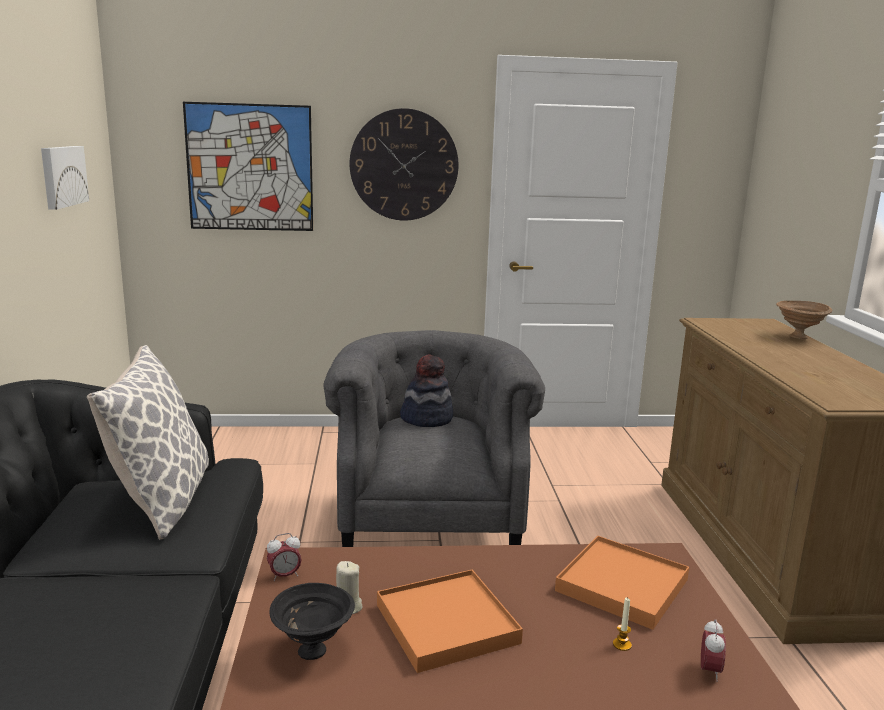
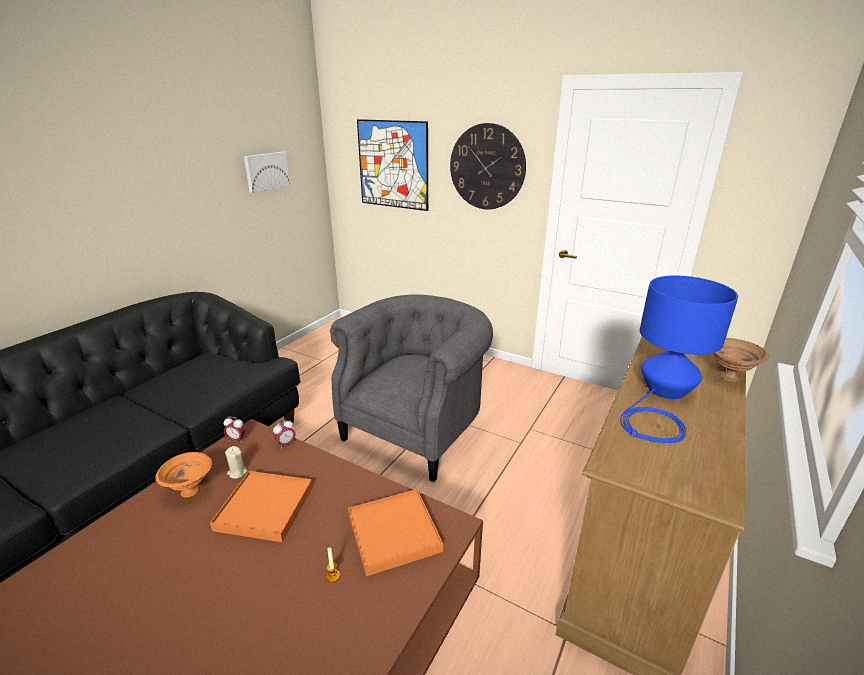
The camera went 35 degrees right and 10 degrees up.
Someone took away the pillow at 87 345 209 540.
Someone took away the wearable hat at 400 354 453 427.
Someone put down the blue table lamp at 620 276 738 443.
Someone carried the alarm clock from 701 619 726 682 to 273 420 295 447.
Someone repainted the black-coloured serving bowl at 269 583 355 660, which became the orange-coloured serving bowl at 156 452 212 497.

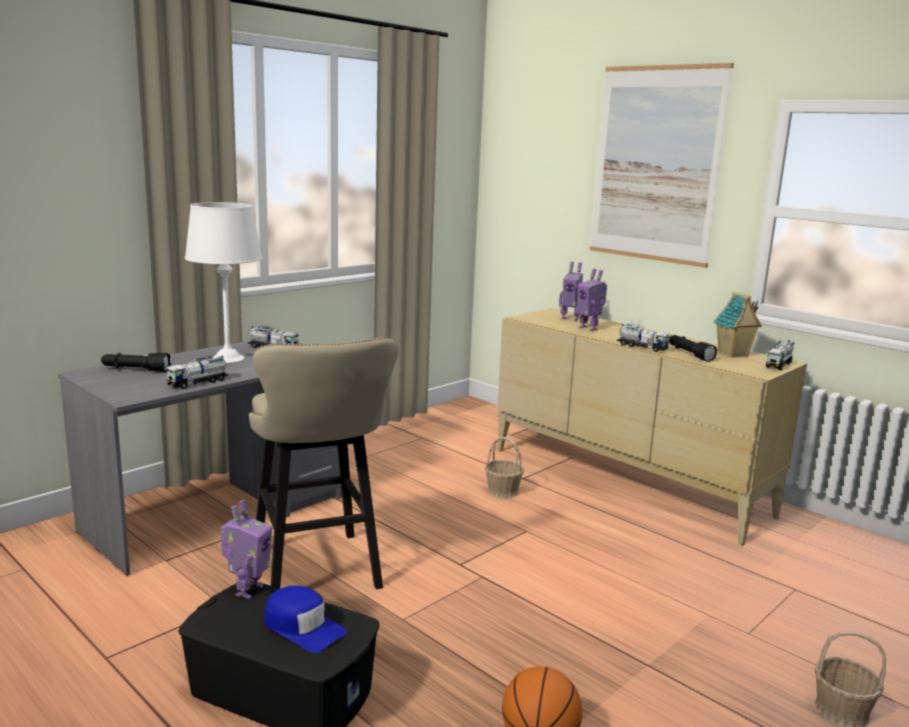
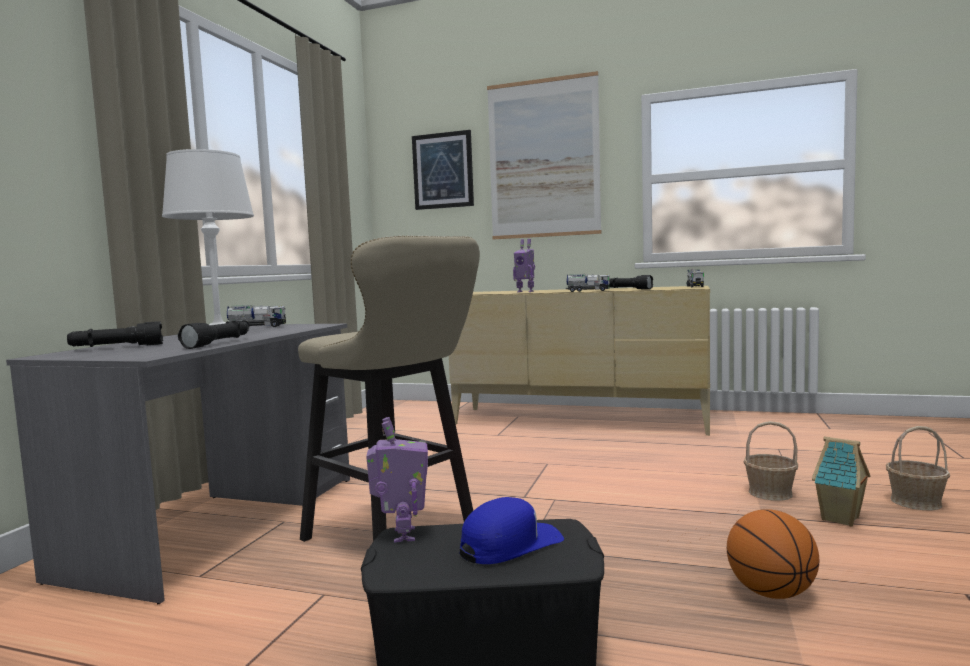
The camera went 25 degrees left and 10 degrees down.
Someone took away the toy robot at 559 262 583 321.
Someone put up the wall art at 412 130 474 210.
Someone carried the household basket from 485 437 524 498 to 744 421 798 501.
Someone carried the toy house from 714 291 762 358 to 812 436 870 527.
Someone swapped the toy lorry at 166 355 229 389 for the black-coloured hand torch at 178 321 249 349.
Someone rotated the blue peaked cap at 264 586 347 653 by 45 degrees counterclockwise.

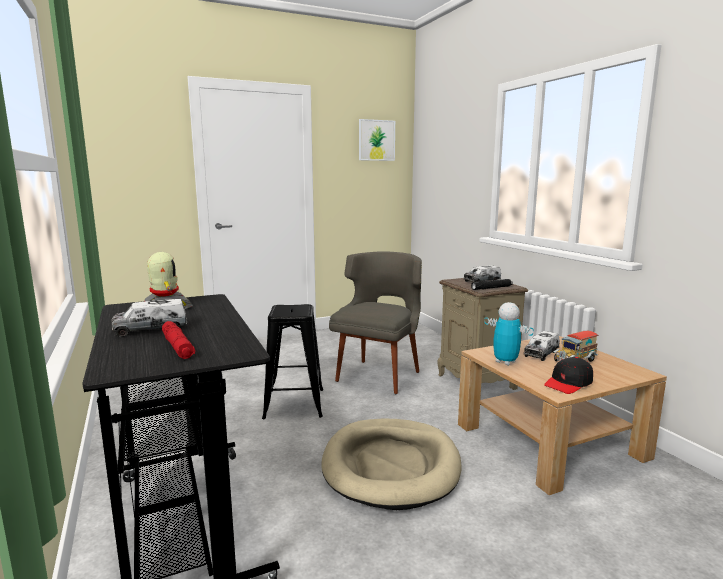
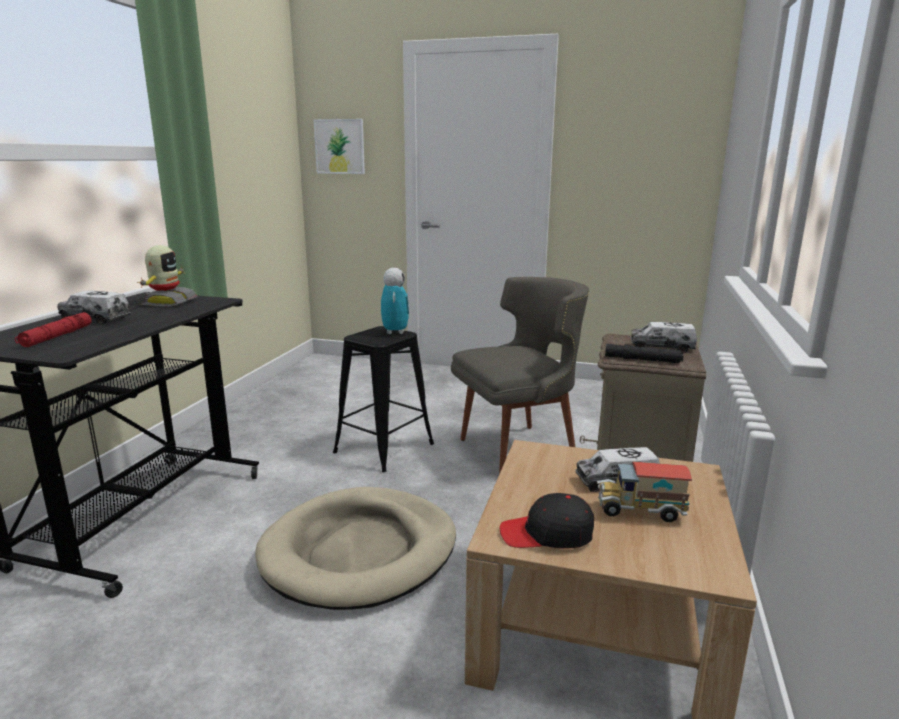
The camera went 40 degrees right and 5 degrees up.
Someone carried the wall art from 359 119 395 161 to 314 119 365 174.
Someone carried the toy robot from 484 302 534 365 to 381 268 409 334.

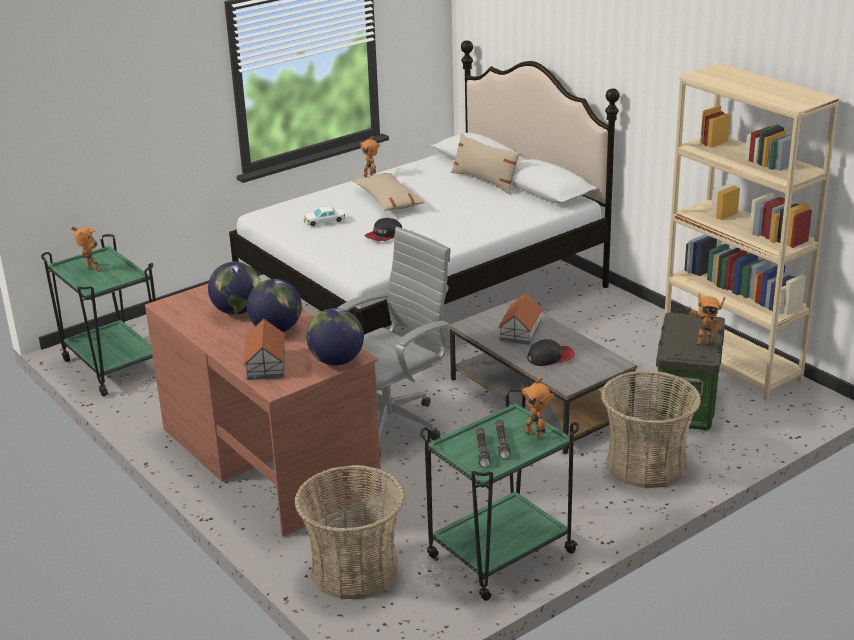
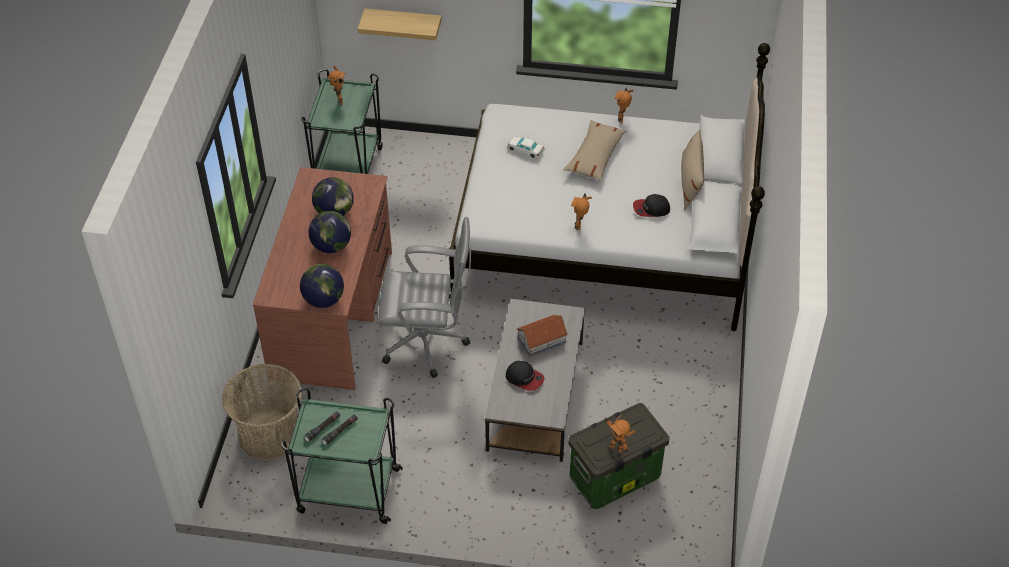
The camera went 45 degrees right and 20 degrees up.
Someone took away the toy house at 243 319 286 380.
Someone took away the household basket at 601 371 701 488.
Someone took away the sand-coloured bookcase at 664 63 840 400.
Someone put up the bracket shelf at 358 9 442 40.
Someone carried the peaked cap from 365 218 402 241 to 633 194 670 217.
Someone carried the toy robot from 521 377 554 438 to 571 193 592 230.

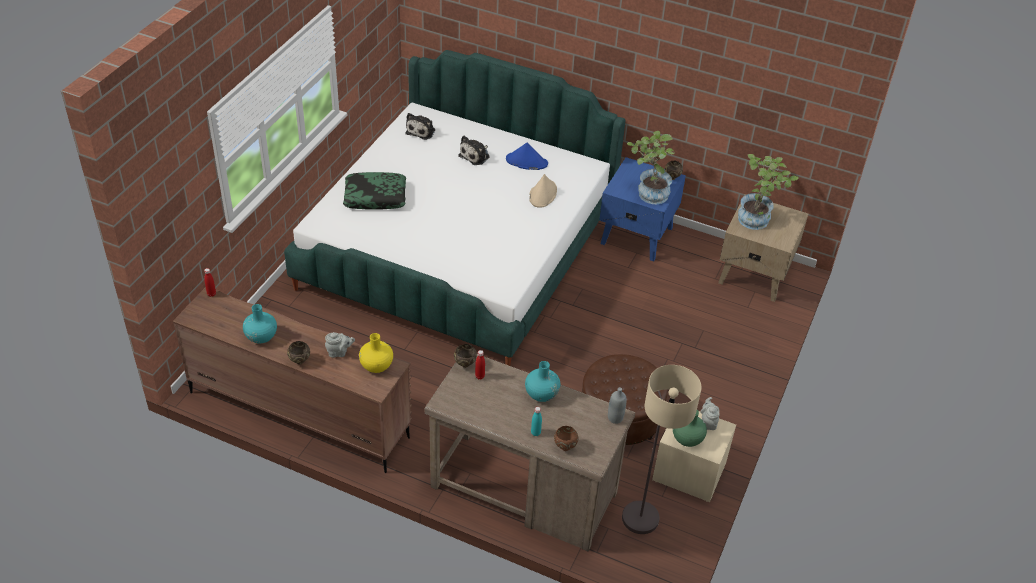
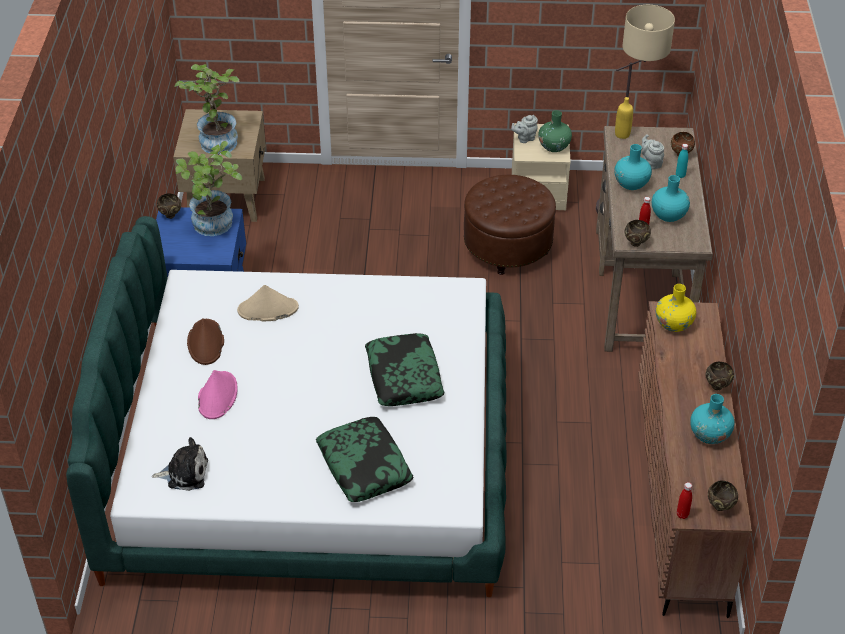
The camera went 110 degrees left and 0 degrees up.
Someone put down the pillow at 365 333 444 406.
Someone put down the blue-green vase at 652 175 690 222.
Someone put down the brownish serving bowl at 708 481 738 511.
Someone carried the greyish teapot from 325 332 355 358 to 641 134 664 170.
Someone swapped the plush toy at 458 136 490 165 for the pink wearable hat at 198 370 238 419.
Someone repainted the blue wearable hat at 506 143 548 170, which became the brownish wearable hat at 187 318 224 365.
Someone repainted the greyish beverage bottle at 608 387 627 424, which became the yellow-coloured beverage bottle at 615 97 633 139.

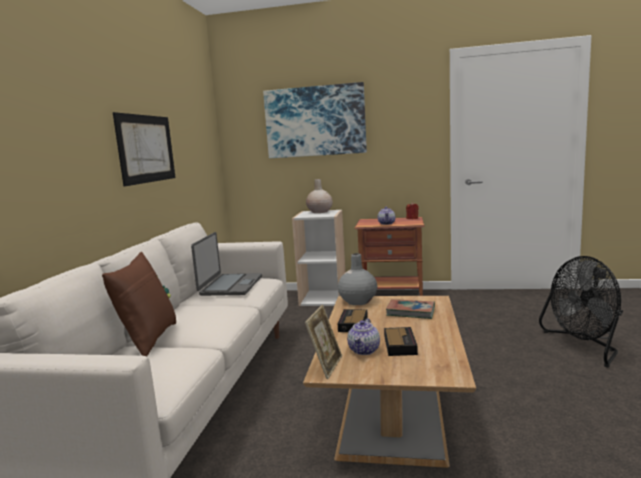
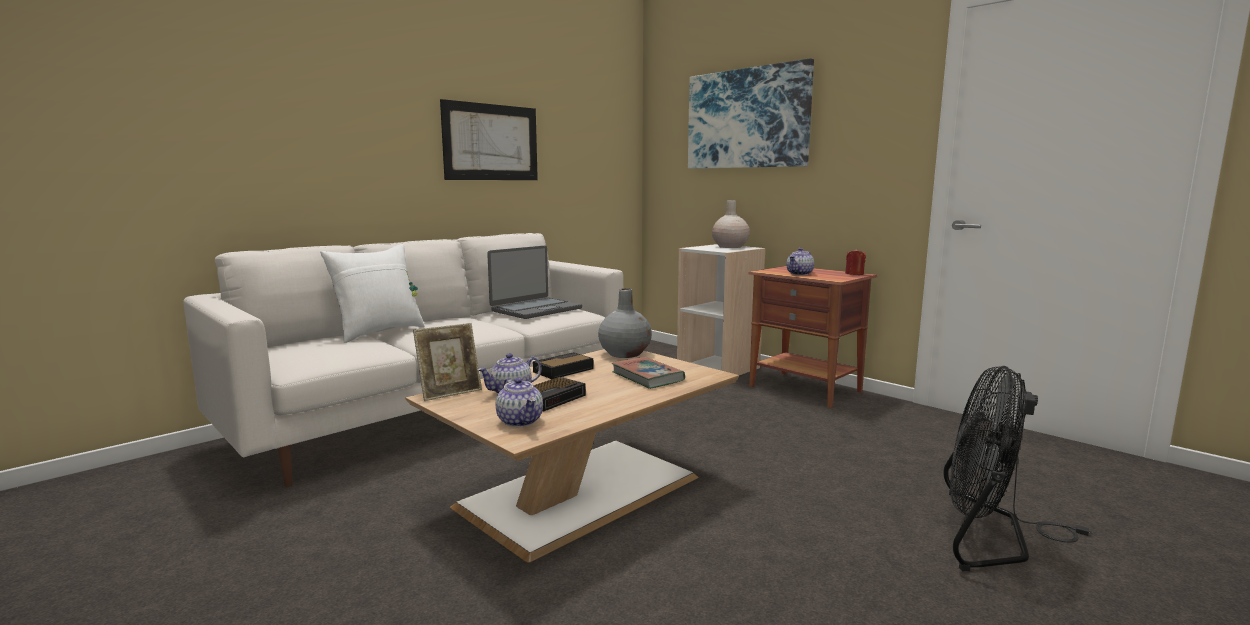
The camera went 35 degrees right and 0 degrees up.
Someone put down the teapot at 496 377 543 427.
Someone repainted the brownish pillow at 102 252 176 357, which became the white-coloured pillow at 320 244 425 343.

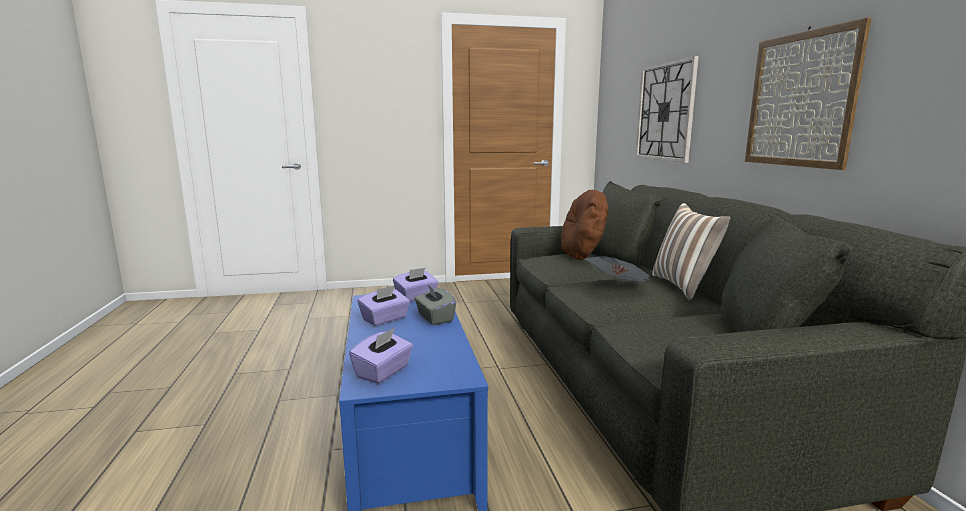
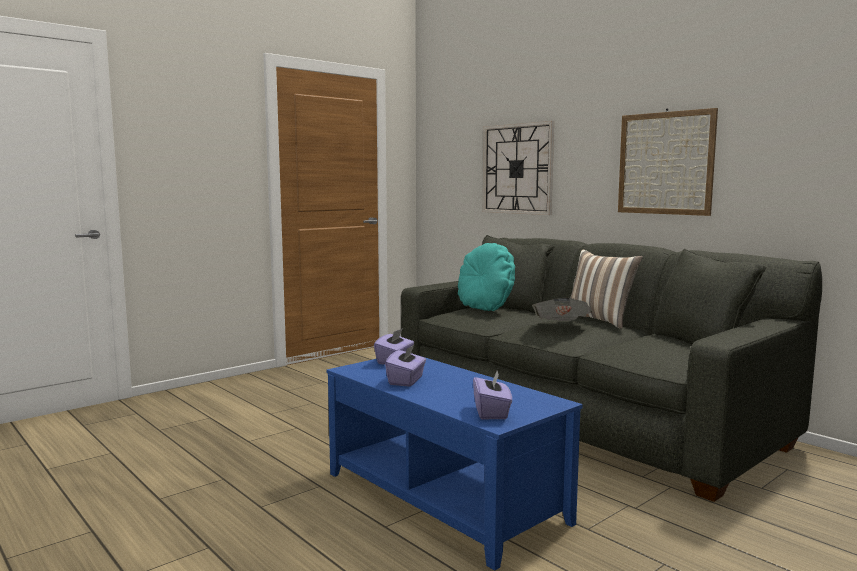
The camera went 30 degrees left and 5 degrees down.
Someone took away the greyish tissue holder at 415 285 456 325.
Someone repainted the brownish pillow at 561 190 608 260, which became the blue-green pillow at 458 243 515 311.

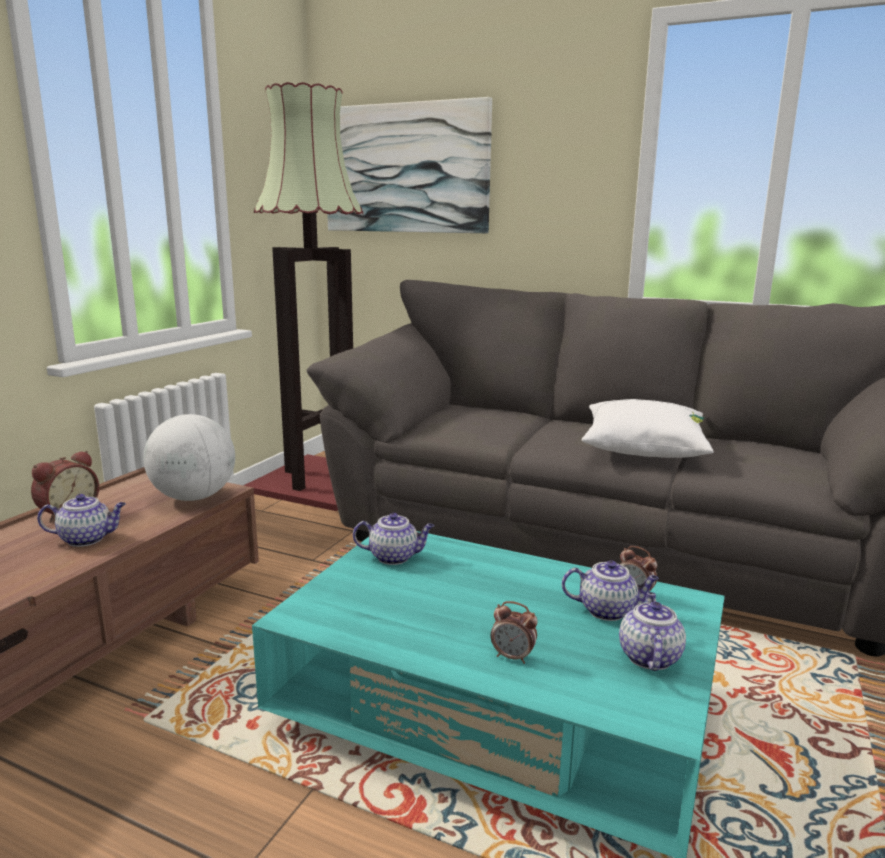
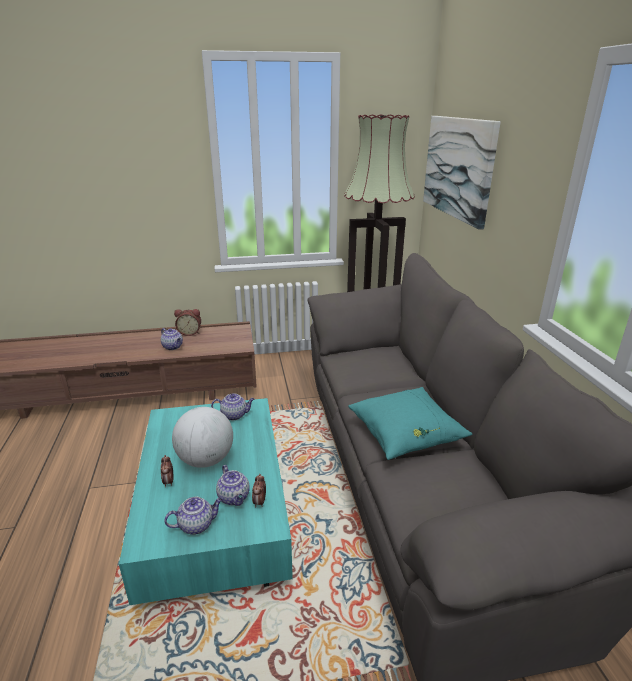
The camera went 55 degrees right and 10 degrees up.
Someone carried the desk globe from 143 414 235 501 to 172 407 233 468.
Someone repainted the white-coloured pillow at 582 399 714 458, which became the blue-green pillow at 348 387 472 460.
Someone rotated the teapot at 353 513 434 565 by 60 degrees counterclockwise.

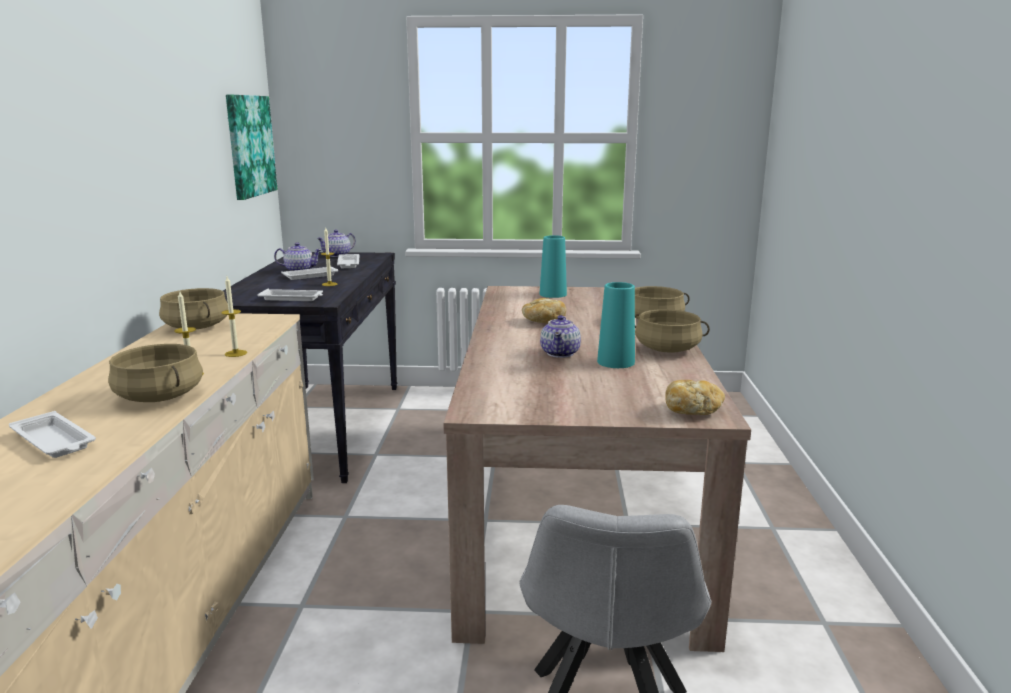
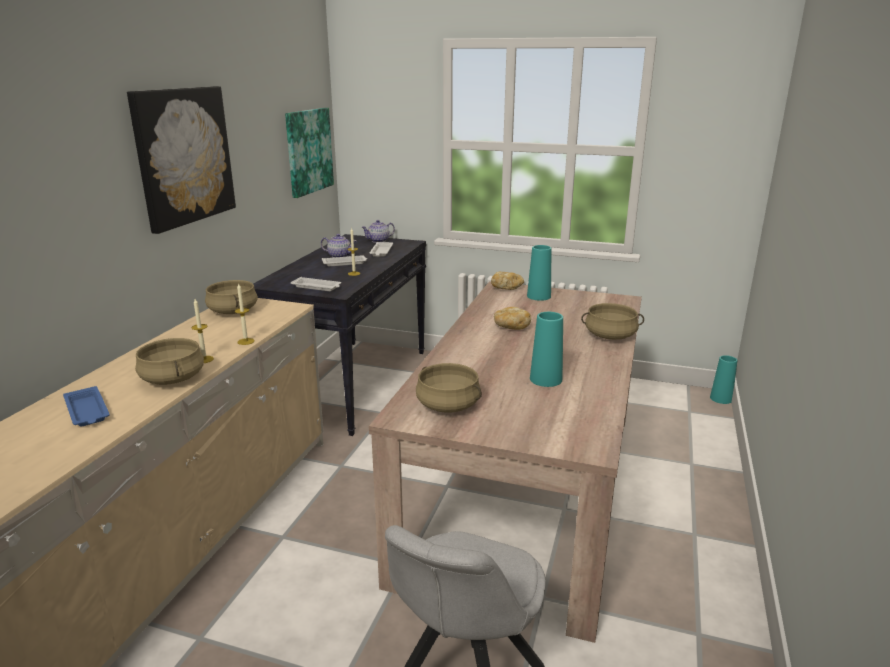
The camera went 15 degrees right and 5 degrees up.
Someone took away the teapot at 540 315 581 358.
Someone put up the wall art at 127 86 236 234.
Someone put down the blue-green vase at 710 355 737 404.
Someone carried the sand-coloured saucepot from 635 309 710 353 to 416 363 482 413.
Someone carried the bread from 665 380 725 415 to 491 272 524 290.
Someone repainted the white-coloured carrying tray at 9 411 96 458, which became the blue carrying tray at 63 386 110 427.

